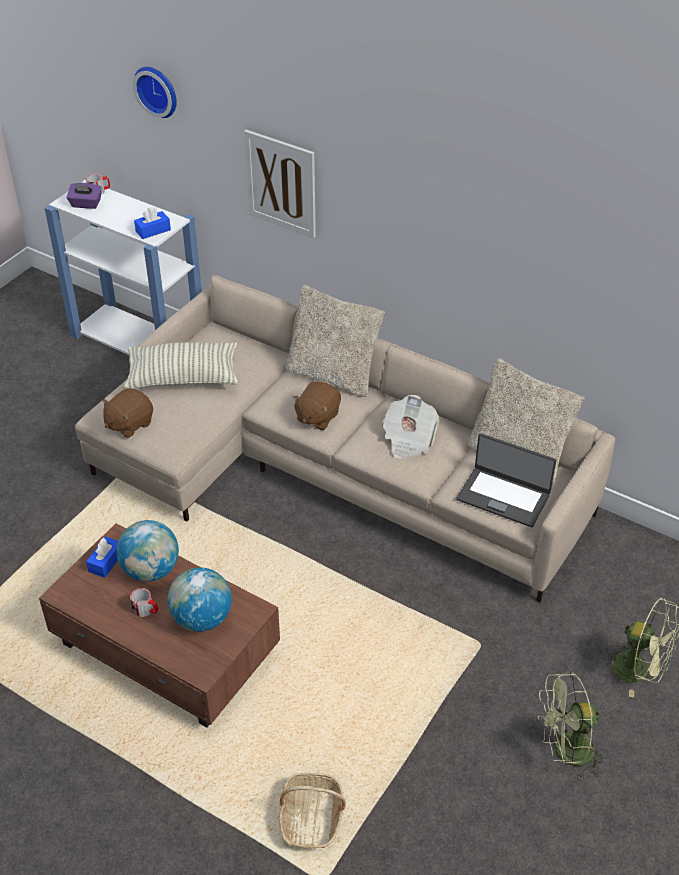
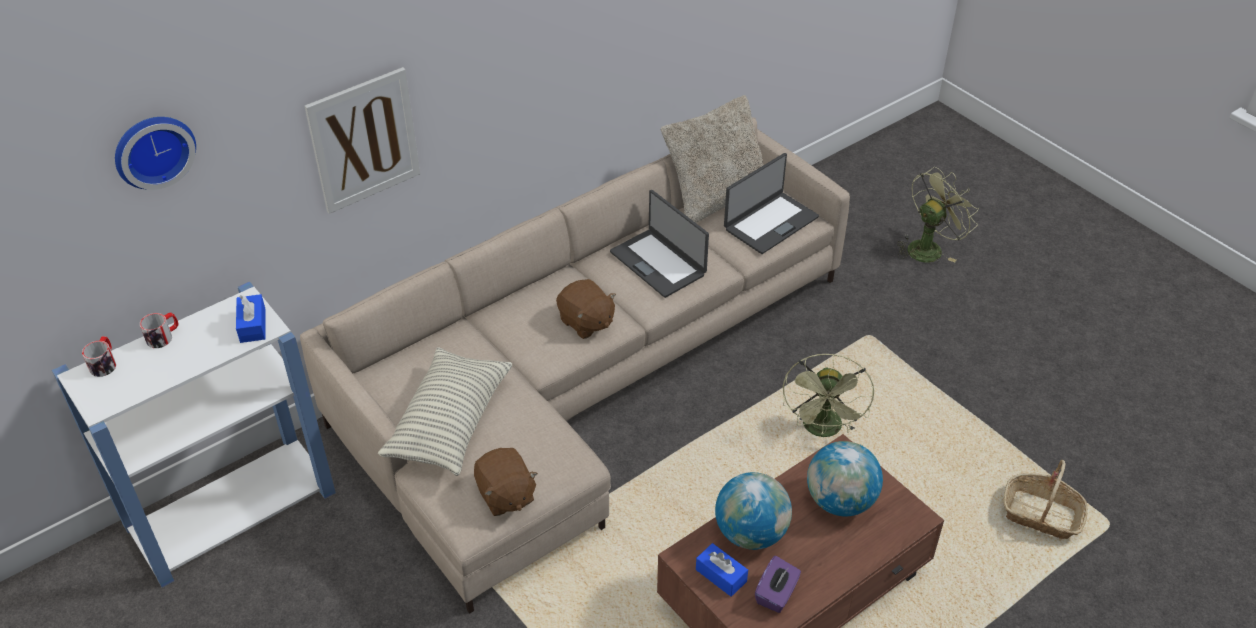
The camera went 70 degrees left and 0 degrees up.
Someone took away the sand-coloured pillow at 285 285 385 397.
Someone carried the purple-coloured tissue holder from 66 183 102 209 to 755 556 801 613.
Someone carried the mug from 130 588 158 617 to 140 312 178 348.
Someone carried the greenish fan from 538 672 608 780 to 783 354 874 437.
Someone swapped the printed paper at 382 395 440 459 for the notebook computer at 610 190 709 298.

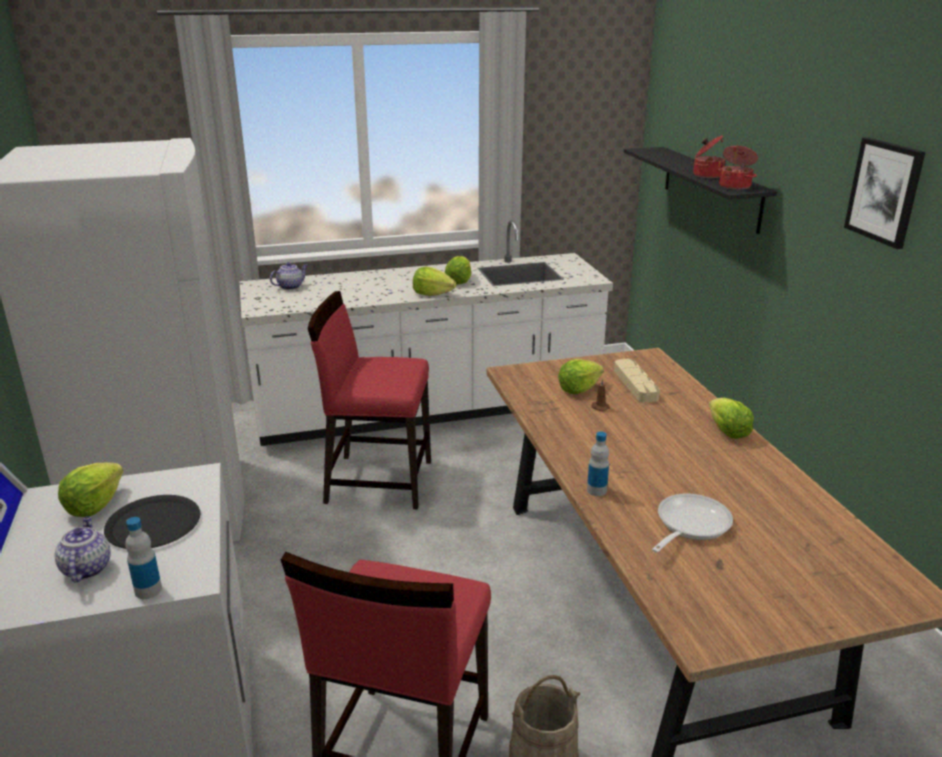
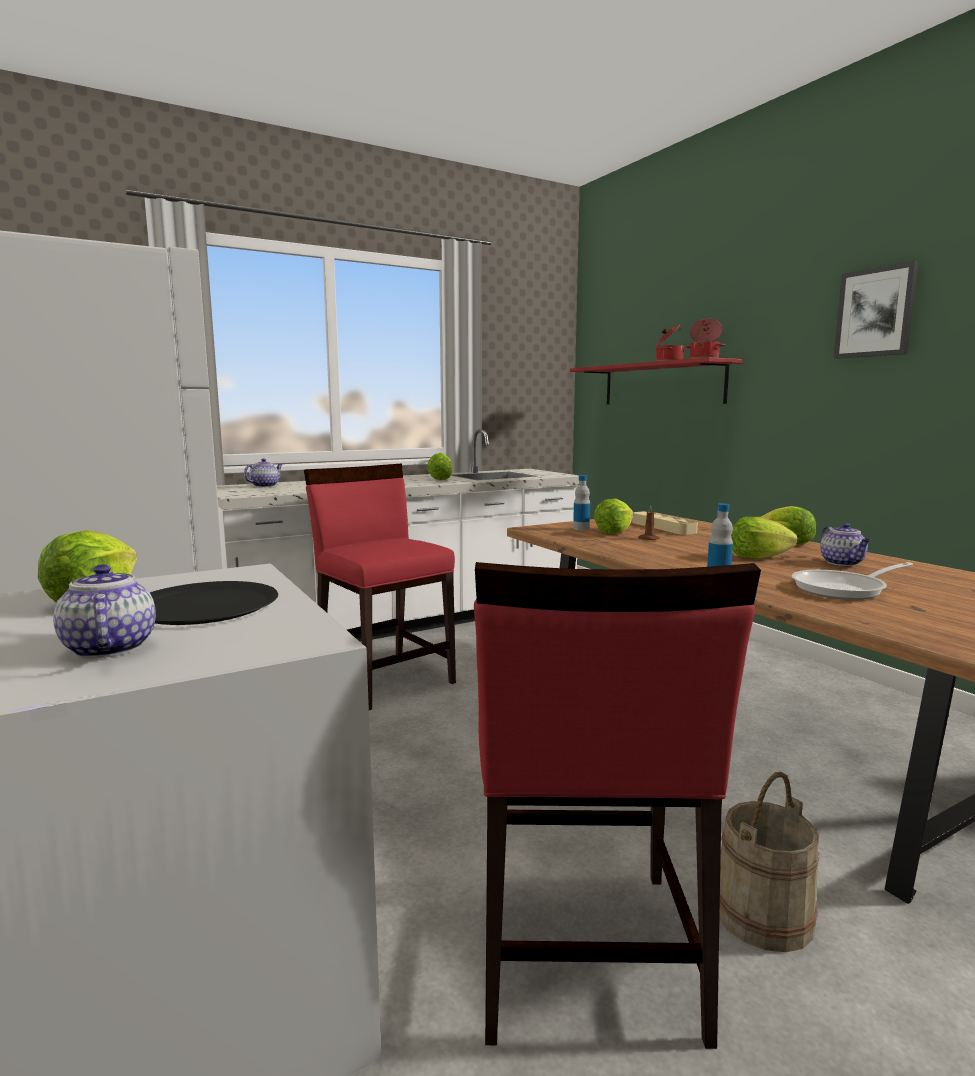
The camera went 15 degrees left and 15 degrees down.
Someone put down the teapot at 820 523 871 566.
Someone carried the beverage bottle from 125 517 162 599 to 573 475 590 530.
Someone carried the lettuce from 413 267 456 296 to 731 517 797 559.
Someone repainted the black-coloured bracket shelf at 624 147 777 234, which became the reddish bracket shelf at 570 357 743 404.
Someone rotated the reddish chair at 308 291 431 509 by 60 degrees clockwise.
Someone rotated the pan at 652 494 733 553 by 135 degrees counterclockwise.

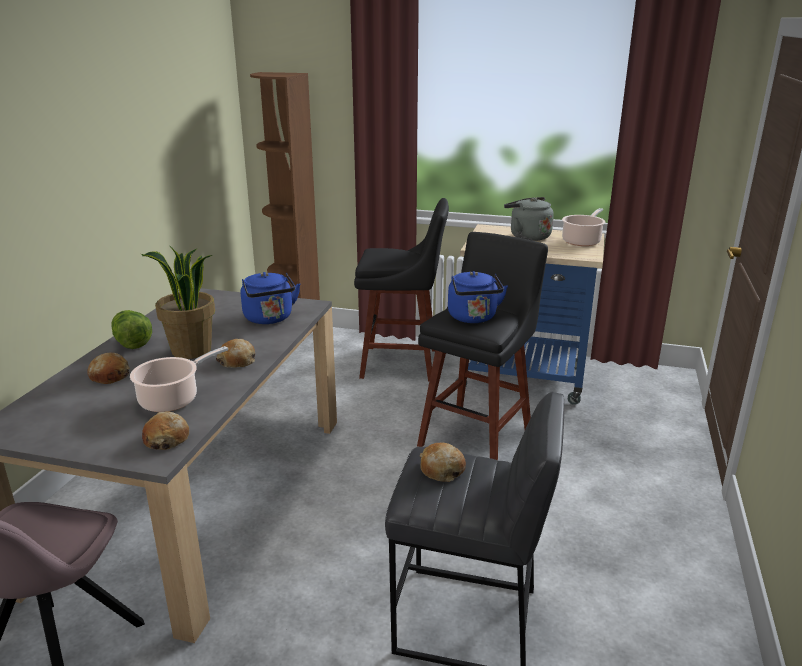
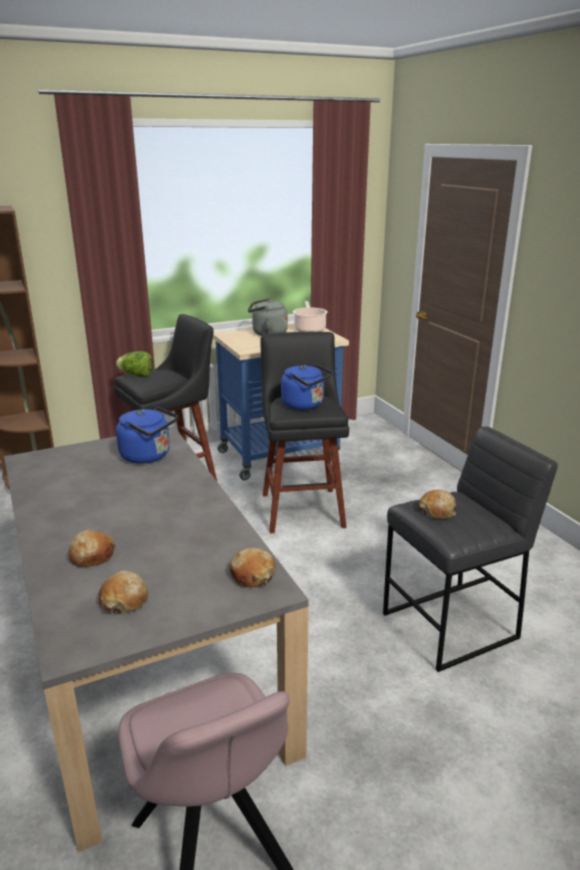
The camera went 40 degrees left and 0 degrees up.
Someone took away the saucepot at 130 346 228 412.
Someone took away the potted plant at 141 245 215 359.
Someone carried the lettuce from 111 310 152 349 to 116 351 153 377.
Someone carried the bread from 216 339 255 368 to 98 570 149 614.

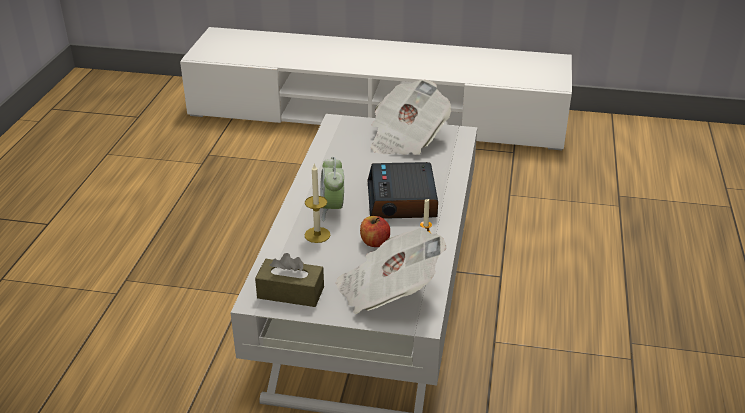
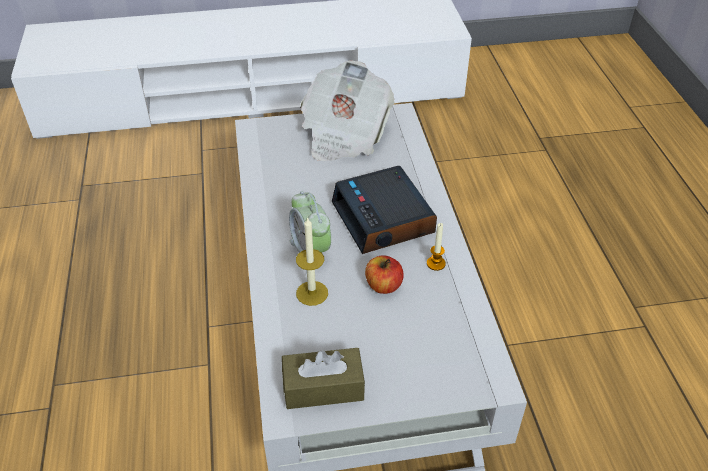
The camera went 20 degrees left and 10 degrees up.
Someone took away the printed paper at 336 227 446 314.

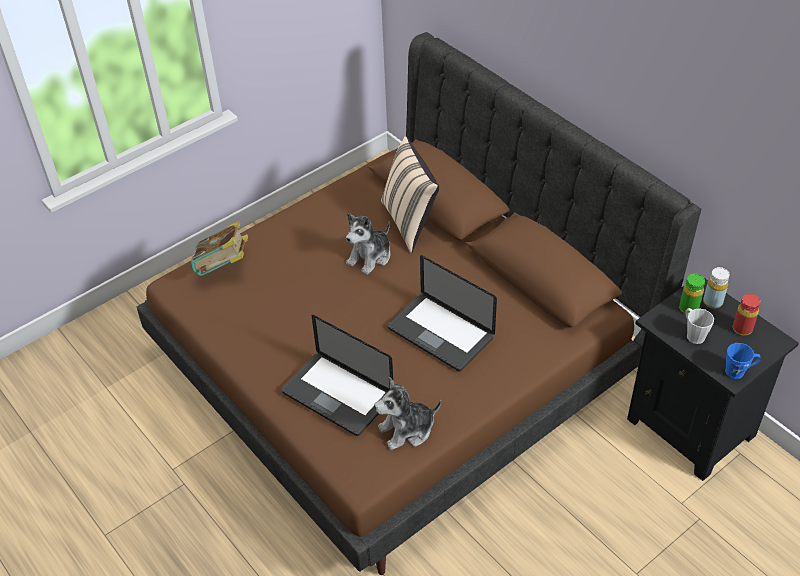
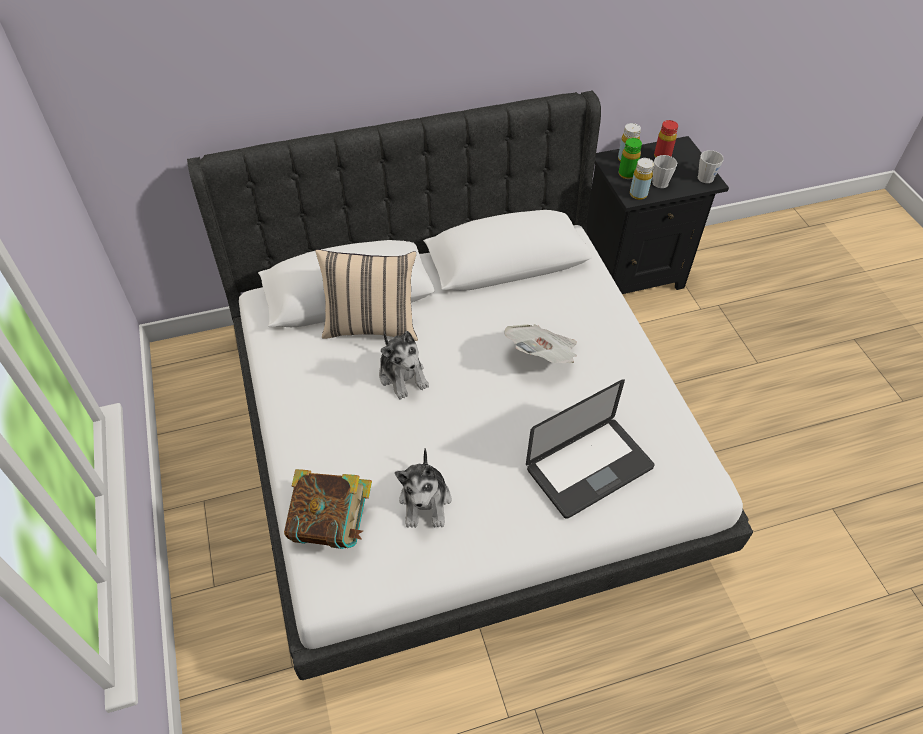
The camera went 70 degrees left and 5 degrees up.
Someone put down the yellow-coloured beverage bottle at 630 158 654 200.
Someone carried the plush toy from 374 377 441 450 to 395 448 452 528.
Someone swapped the notebook computer at 387 255 497 371 for the printed paper at 504 324 577 364.
Someone repainted the brownish bedroom bed at 137 32 701 575, which became the white-coloured bedroom bed at 187 90 753 680.
Someone repainted the blue mug at 725 343 761 379, which became the greyish mug at 698 150 724 183.

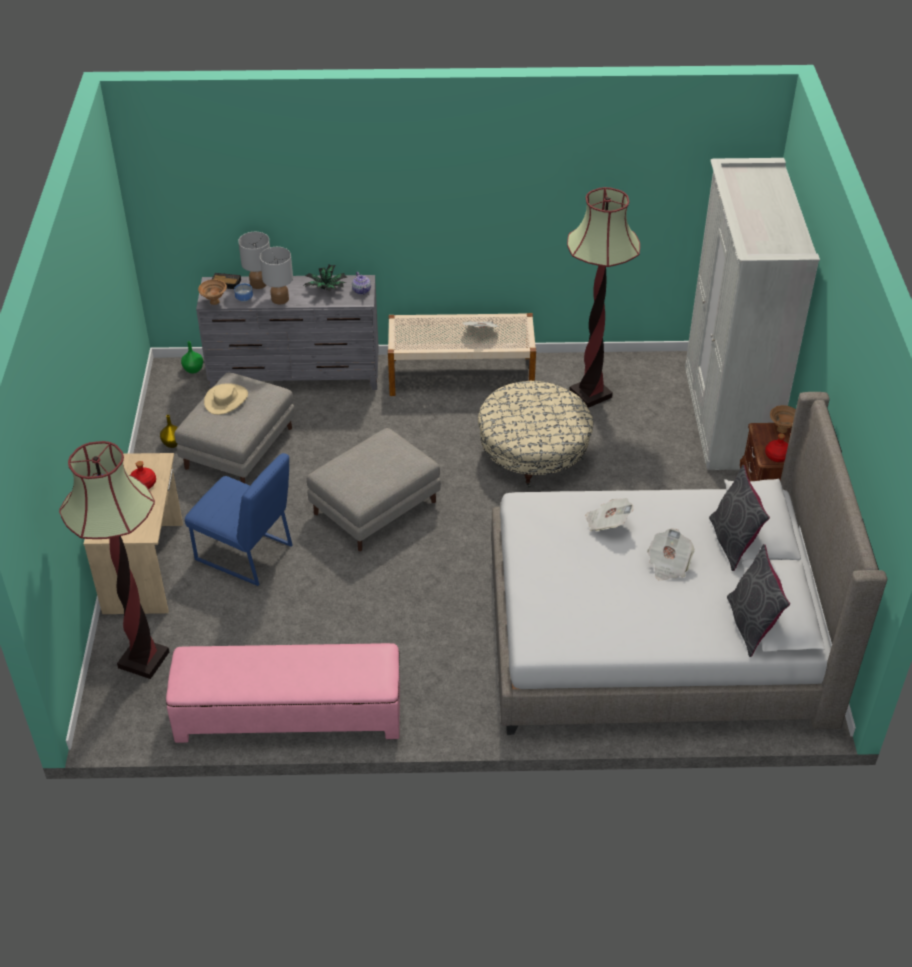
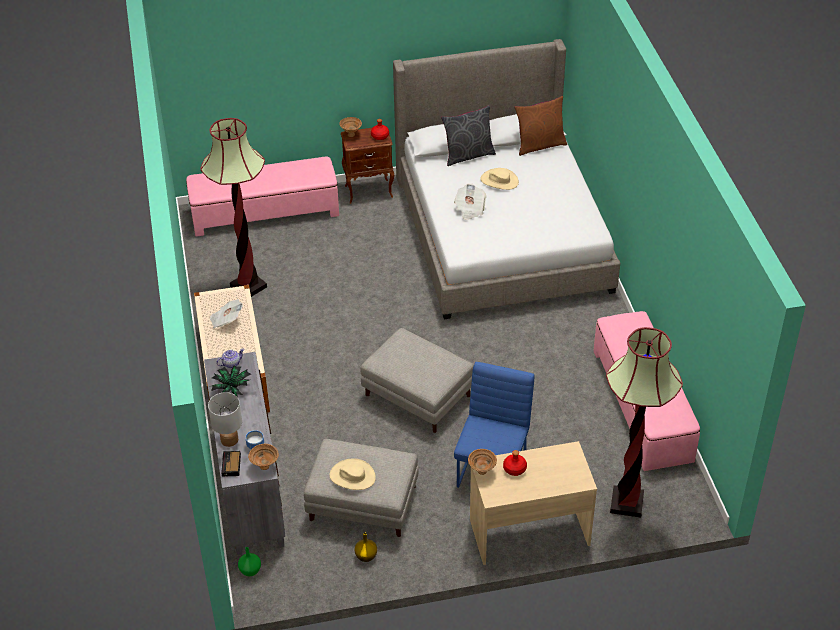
The camera went 100 degrees left and 0 degrees up.
Someone took away the greyish table lamp at 260 247 293 304.
Someone took away the sand-coloured footrest at 478 381 593 487.
Someone put down the brownish serving bowl at 468 449 497 475.
Someone swapped the printed paper at 647 528 694 581 for the sand-coloured wearable hat at 480 168 519 190.
Someone swapped the white-coloured clothes cupboard at 685 158 820 470 for the pink long seat at 186 156 339 237.
Someone repainted the greyish pillow at 727 544 790 657, which became the brownish pillow at 515 96 567 156.

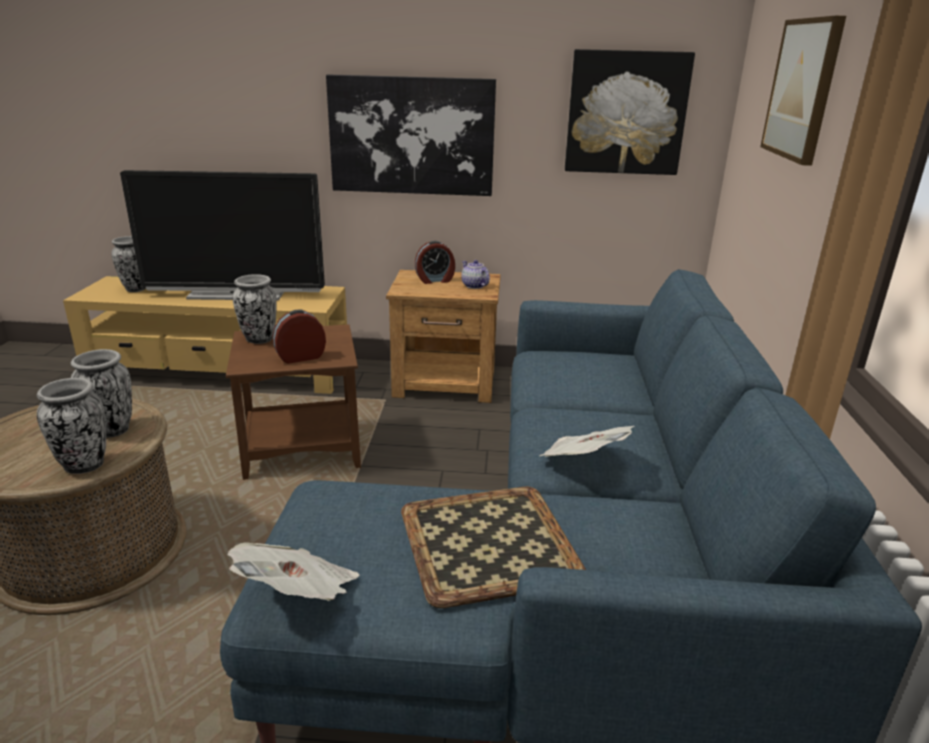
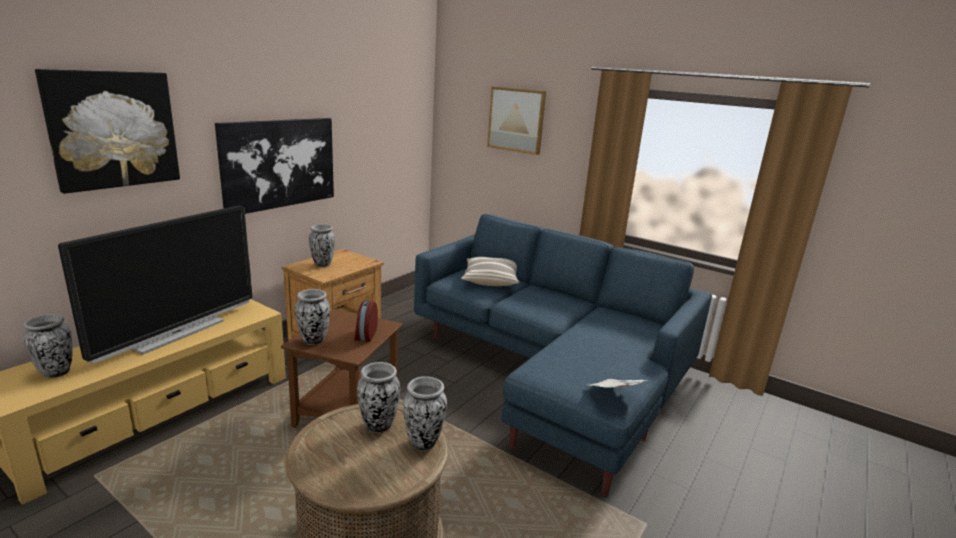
The camera went 60 degrees left and 5 degrees down.
Someone took away the carrying tray at 401 487 586 608.
Someone took away the teapot at 461 260 490 289.
Someone took away the printed paper at 539 426 634 457.
Someone put down the pillow at 461 257 519 286.
Someone carried the wall art from 565 49 695 175 to 35 69 180 194.
Someone swapped the alarm clock at 415 241 455 284 for the vase at 309 224 335 267.

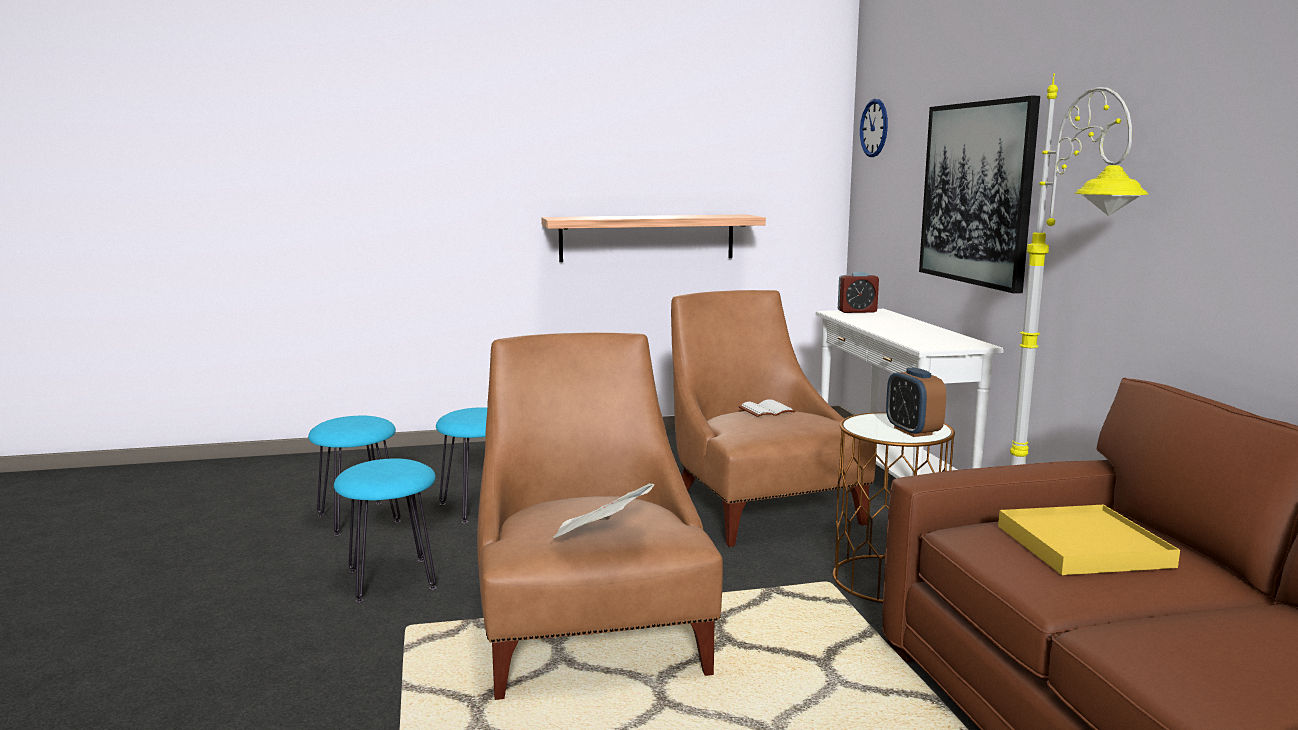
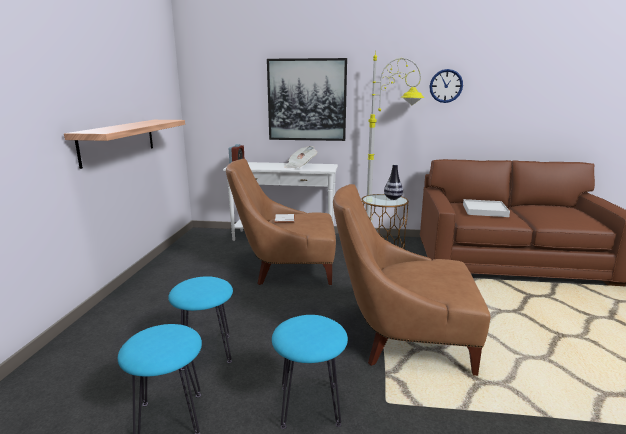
The camera went 70 degrees left and 5 degrees up.
Someone carried the printed paper from 550 483 654 540 to 284 146 317 168.
Someone carried the hanging clock from 860 99 888 157 to 430 69 463 103.
Someone swapped the alarm clock at 886 367 946 437 for the vase at 384 164 403 200.
Someone repainted the yellow-coloured carrying tray at 998 505 1180 575, which became the white-coloured carrying tray at 463 199 510 217.

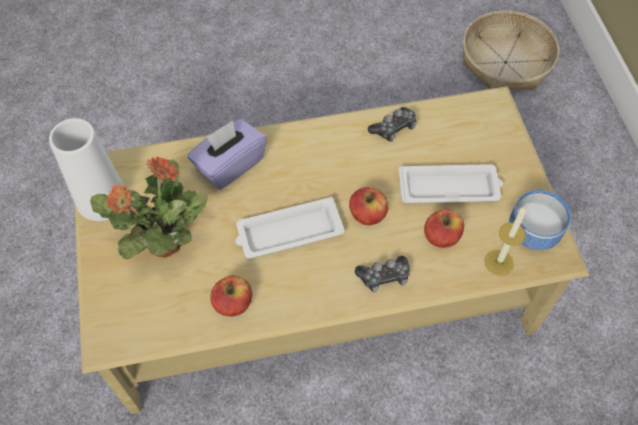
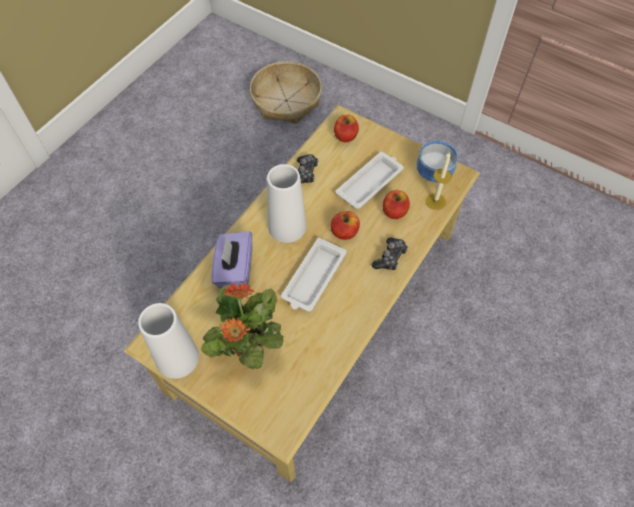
The camera went 45 degrees left and 0 degrees up.
Someone put down the white-coloured vase at 267 164 306 243.
Someone carried the apple from 210 275 252 316 to 334 115 359 142.

